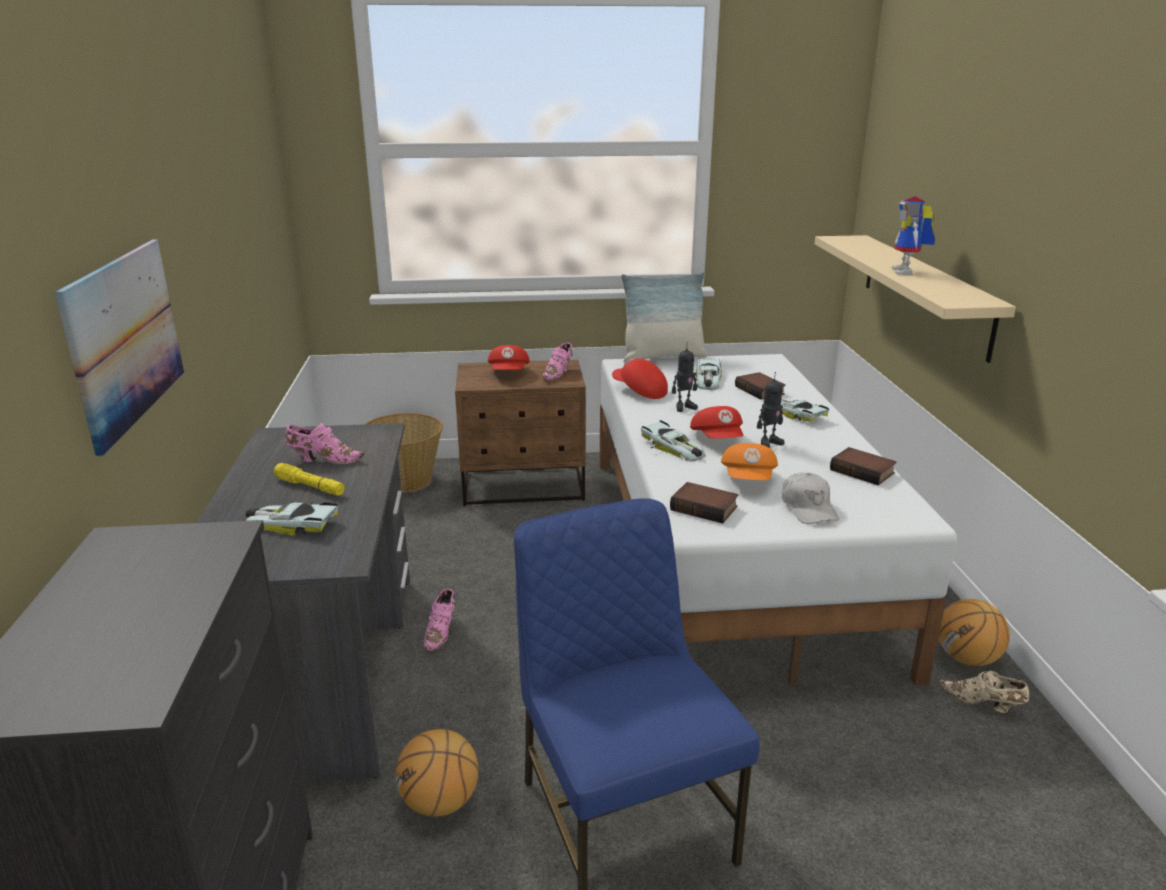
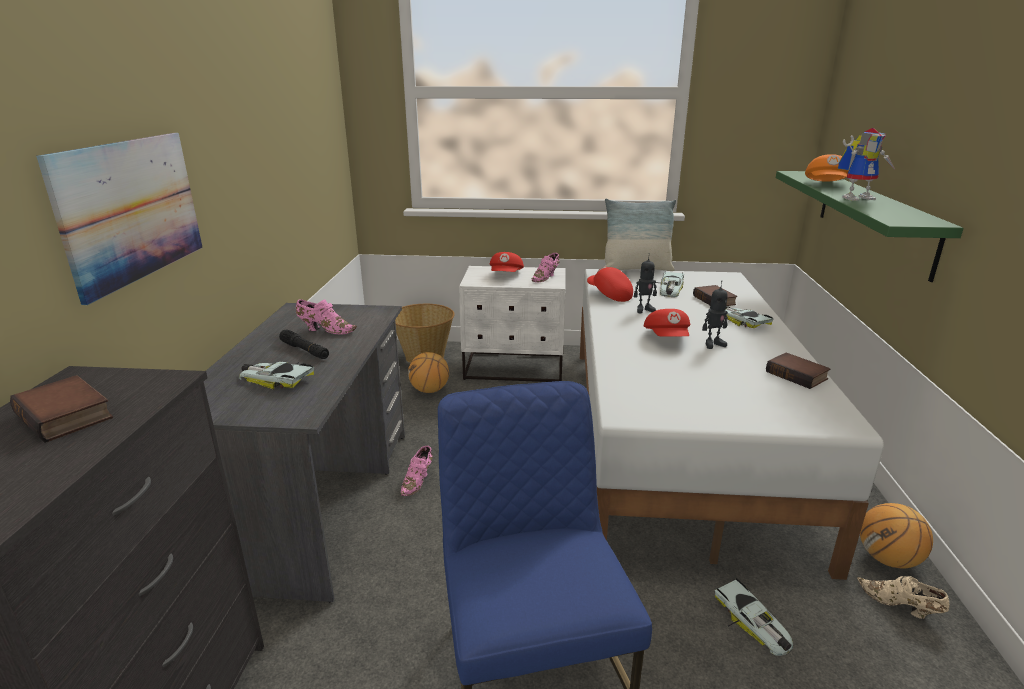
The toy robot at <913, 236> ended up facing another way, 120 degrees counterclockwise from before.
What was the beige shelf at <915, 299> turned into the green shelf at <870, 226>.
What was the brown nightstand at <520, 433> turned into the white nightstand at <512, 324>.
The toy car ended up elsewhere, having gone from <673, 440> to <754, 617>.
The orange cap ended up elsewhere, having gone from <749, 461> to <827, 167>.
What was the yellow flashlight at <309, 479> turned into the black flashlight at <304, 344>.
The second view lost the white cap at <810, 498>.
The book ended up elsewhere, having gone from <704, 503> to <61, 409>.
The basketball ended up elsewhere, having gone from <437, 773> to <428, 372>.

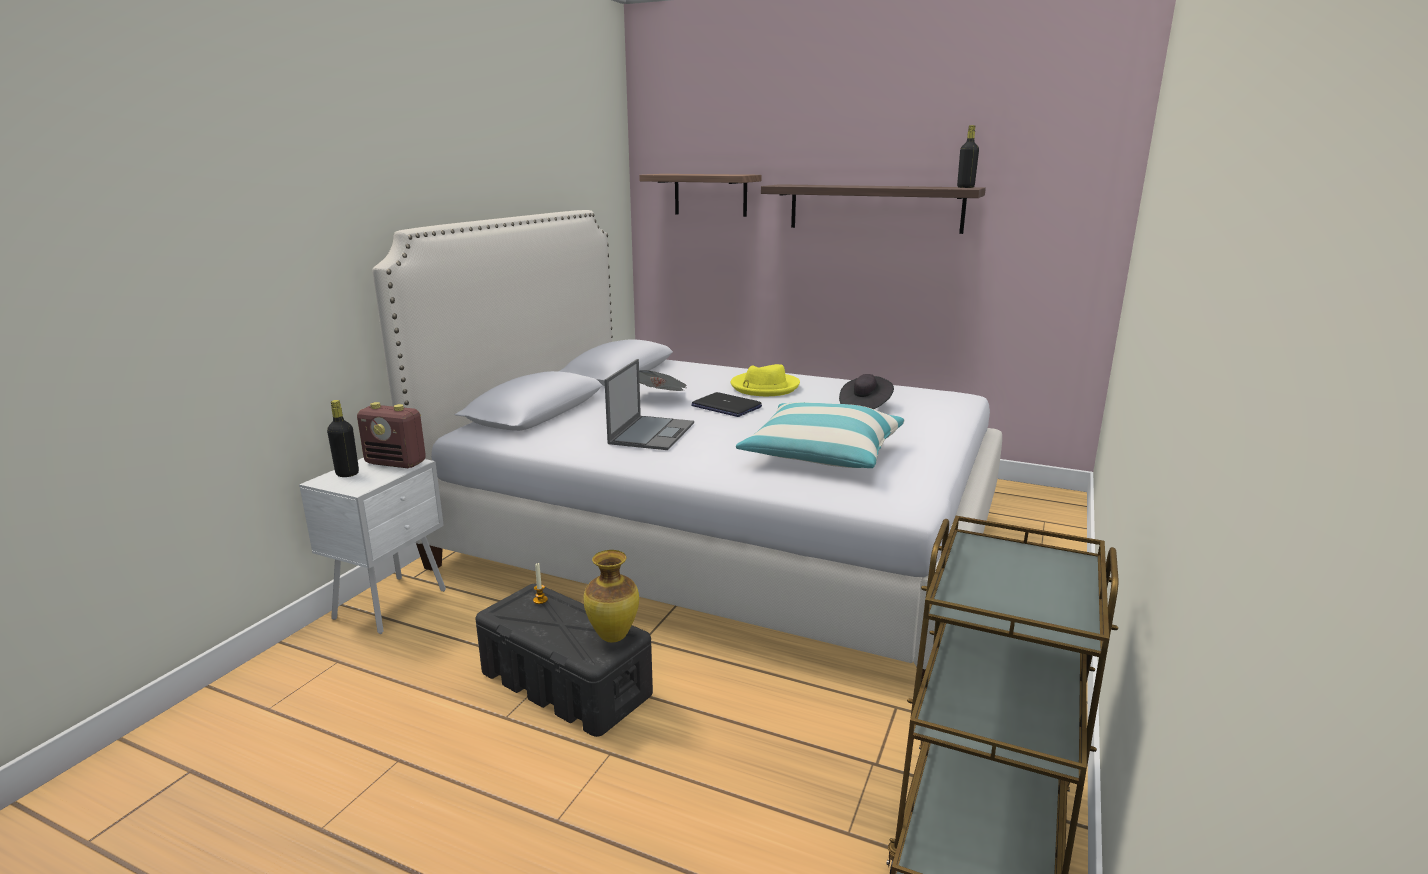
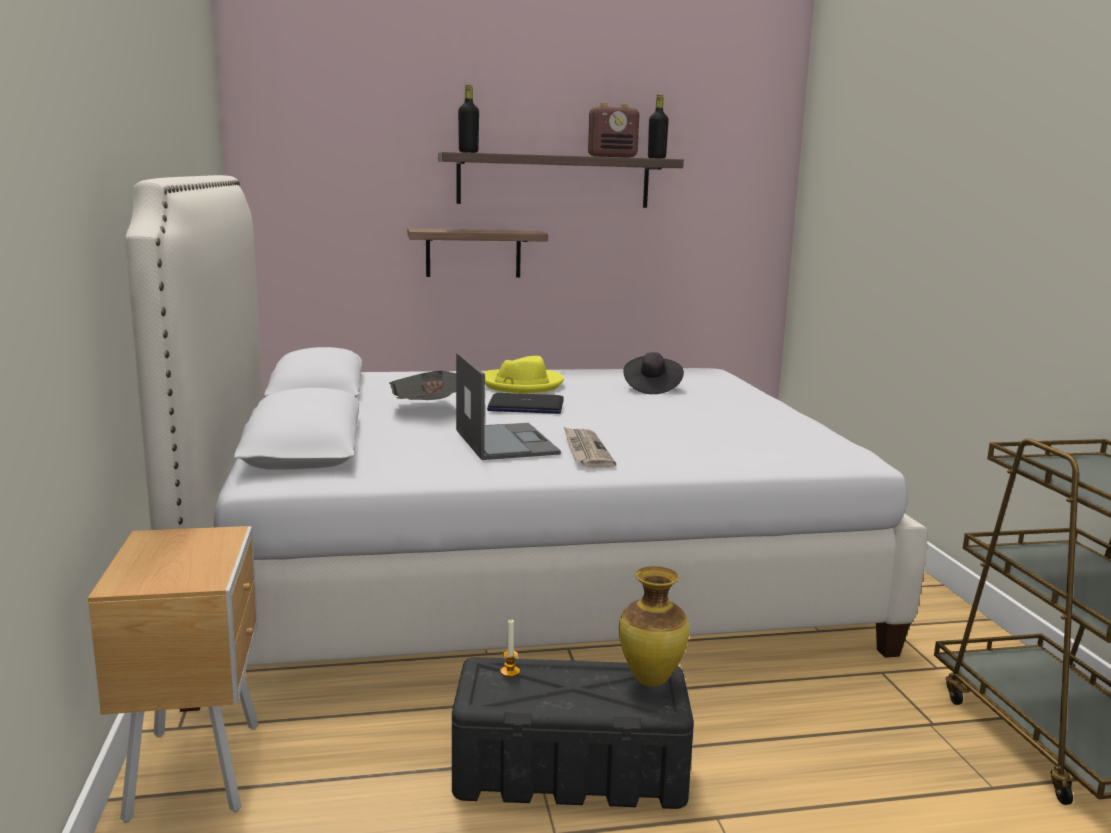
The shelf ended up elsewhere, having gone from <700, 195> to <477, 252>.
The black bottle ended up elsewhere, having gone from <343, 438> to <468, 119>.
The radio ended up elsewhere, having gone from <391, 435> to <614, 130>.
The second view lost the pillow at <820, 435>.
What was the white nightstand at <372, 546> turned into the brown nightstand at <173, 674>.
The second view gained the newspaper at <590, 447>.

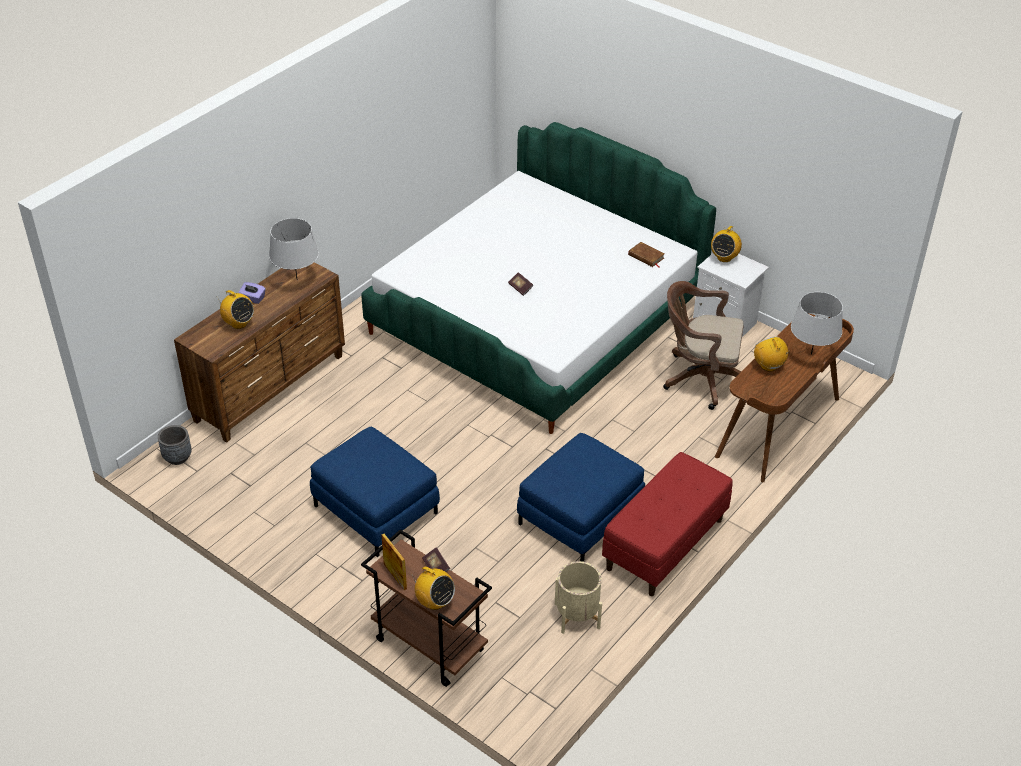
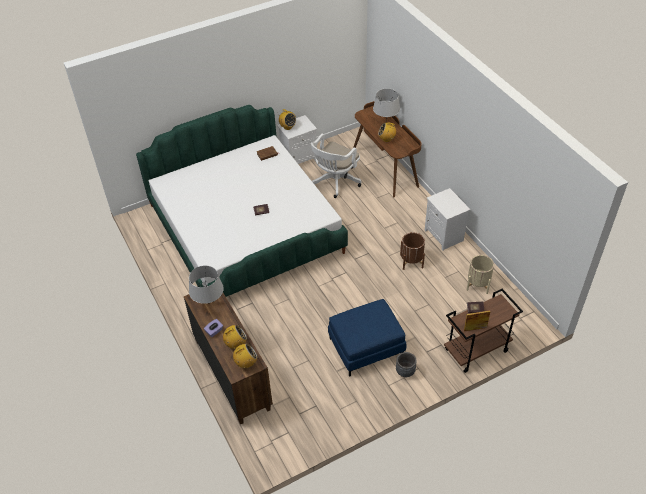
What was the brown office chair at <703, 345> turned into the white office chair at <336, 166>.
The grey planter ended up elsewhere, having gone from <175, 445> to <406, 364>.
Where the blue ottoman stood at <581, 497>, the brown planter came to stand at <412, 251>.
Where the red bench stood at <667, 524>, the white nightstand came to stand at <448, 219>.
The radio ended up elsewhere, having gone from <433, 588> to <245, 356>.

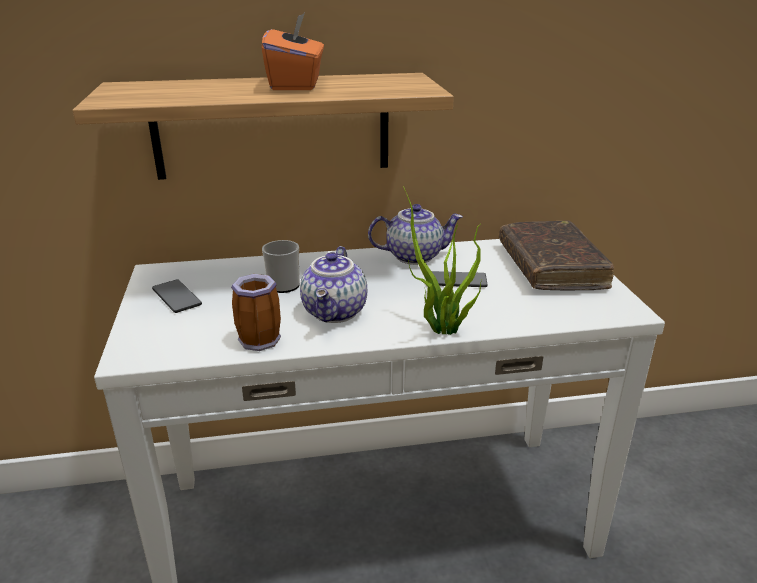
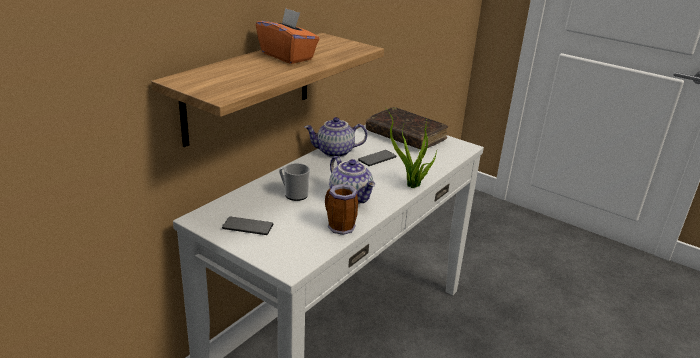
The teapot at <415, 234> ended up facing another way, 135 degrees counterclockwise from before.

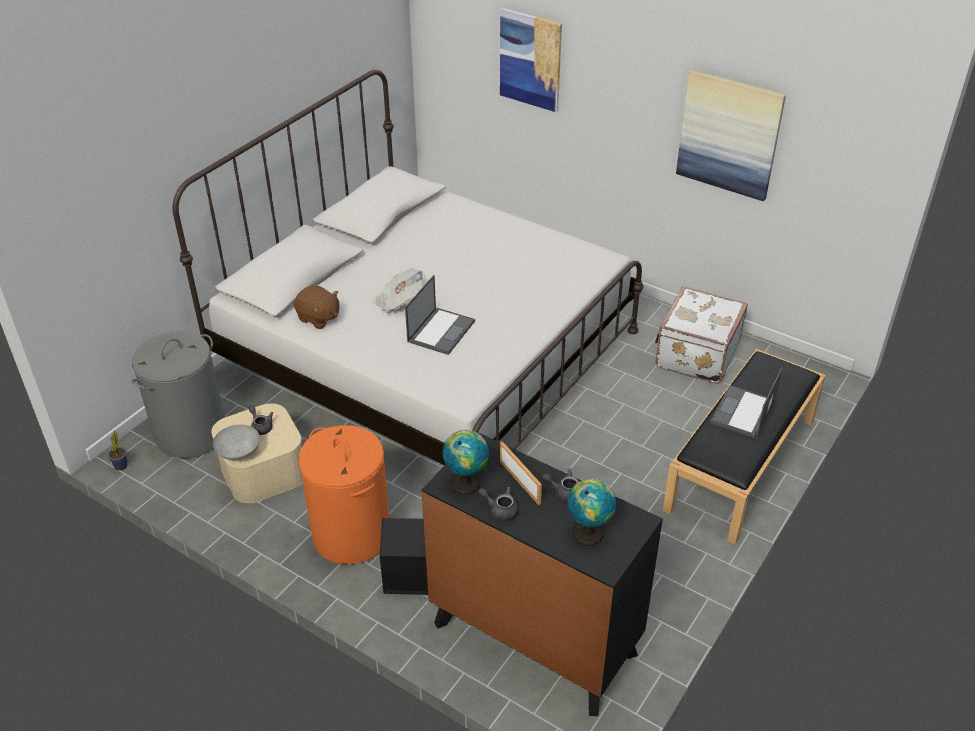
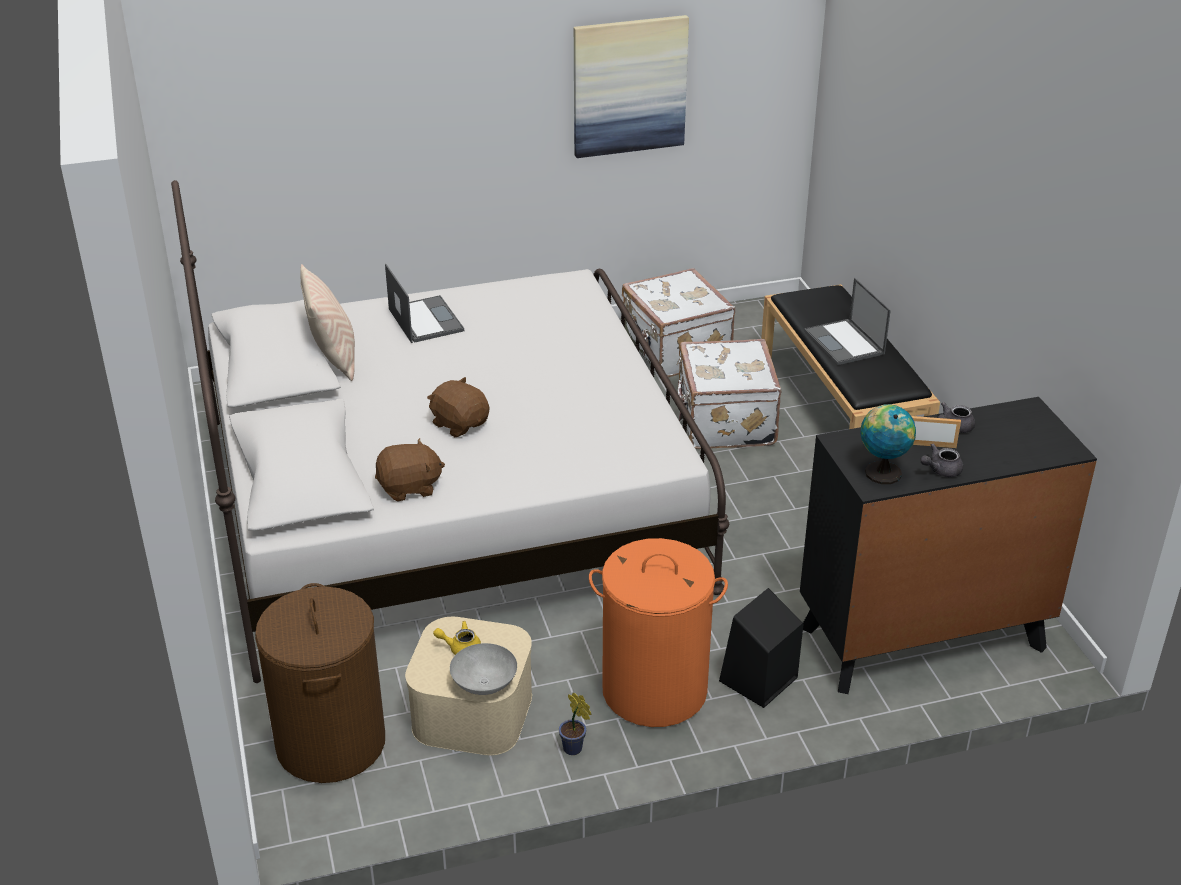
The second view lost the picture at <531, 60>.
Where the newspaper stood at <399, 290>, the brown plush toy came to stand at <458, 407>.
The laptop ended up elsewhere, having gone from <440, 315> to <424, 303>.
What was the grey laundry basket at <178, 394> turned into the brown laundry basket at <320, 683>.
What was the grey teapot at <261, 420> turned into the yellow teapot at <457, 638>.
The potted plant ended up elsewhere, having gone from <117, 450> to <575, 723>.
The second view lost the globe at <591, 512>.
The second view gained the beige pillow at <327, 322>.
The second view gained the white suitcase at <729, 394>.

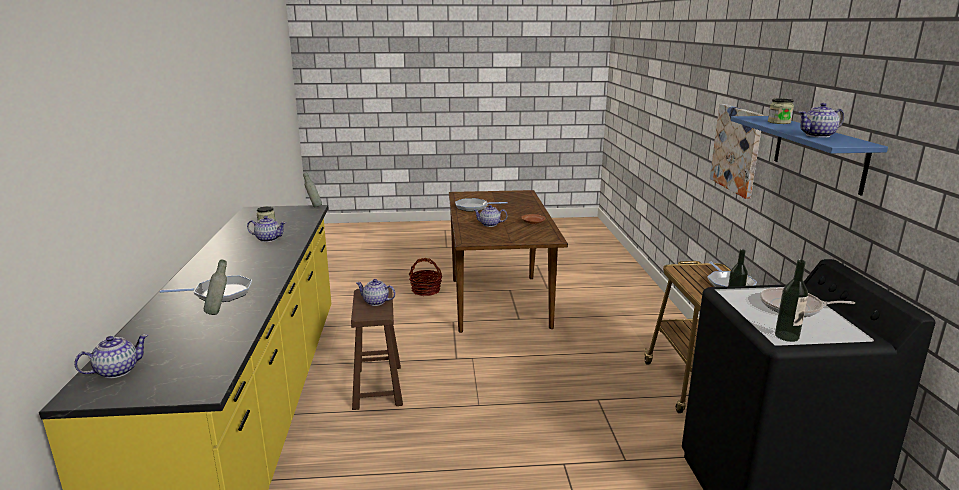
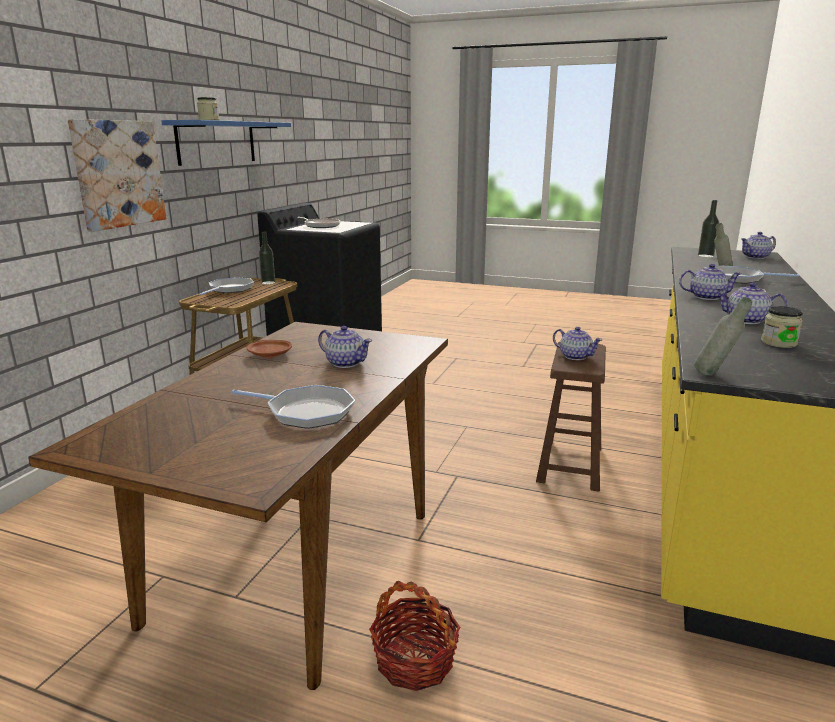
The teapot ended up elsewhere, having gone from <821, 120> to <710, 282>.
The bottle ended up elsewhere, having gone from <791, 301> to <708, 229>.

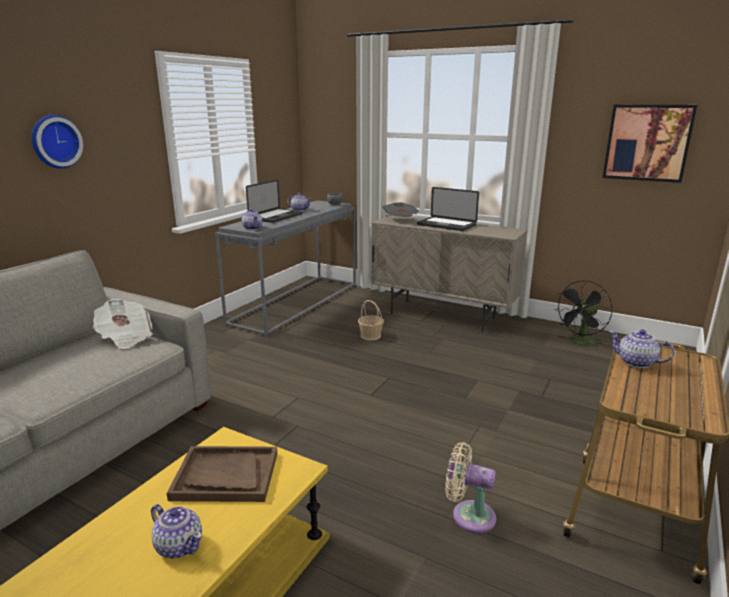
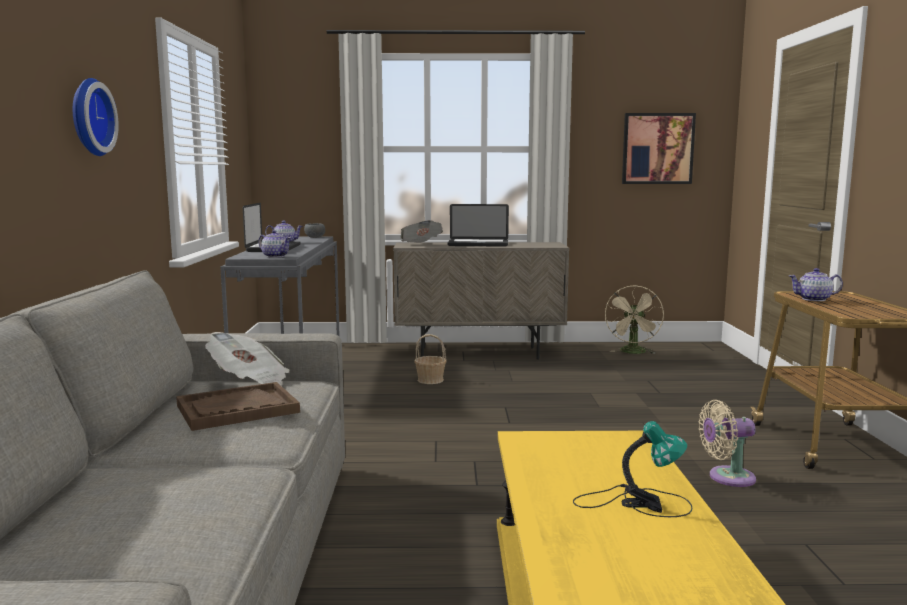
What was the black fan at <583, 314> turned into the beige fan at <634, 320>.
The brown tray ended up elsewhere, having gone from <221, 474> to <238, 406>.
Where the teapot stood at <176, 531>, the table lamp came to stand at <632, 469>.

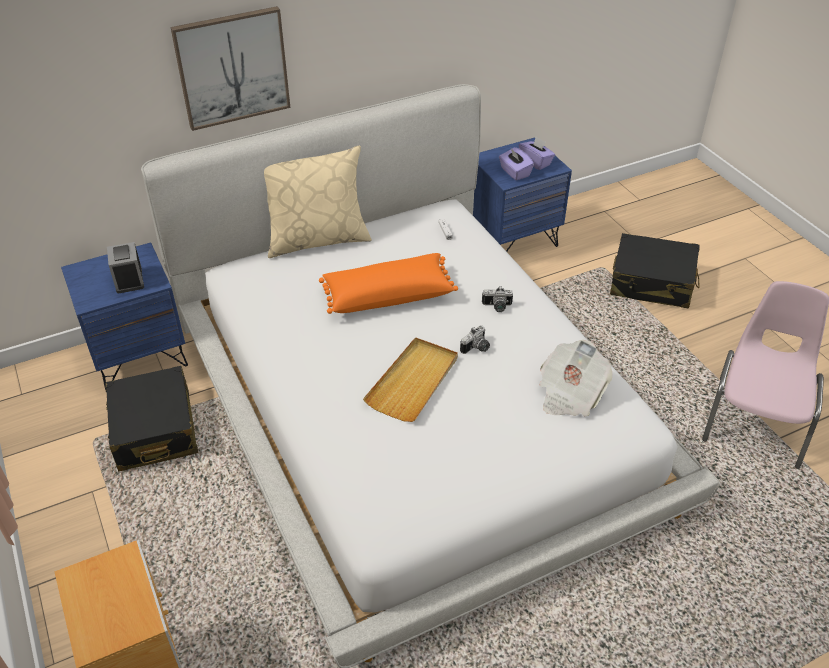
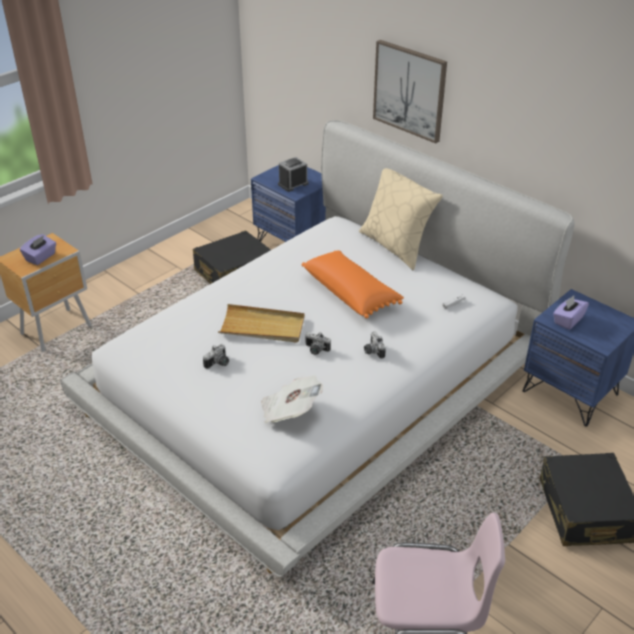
The purple tissue box ended up elsewhere, having gone from <537, 153> to <38, 249>.
The second view gained the photo camera at <216, 356>.

